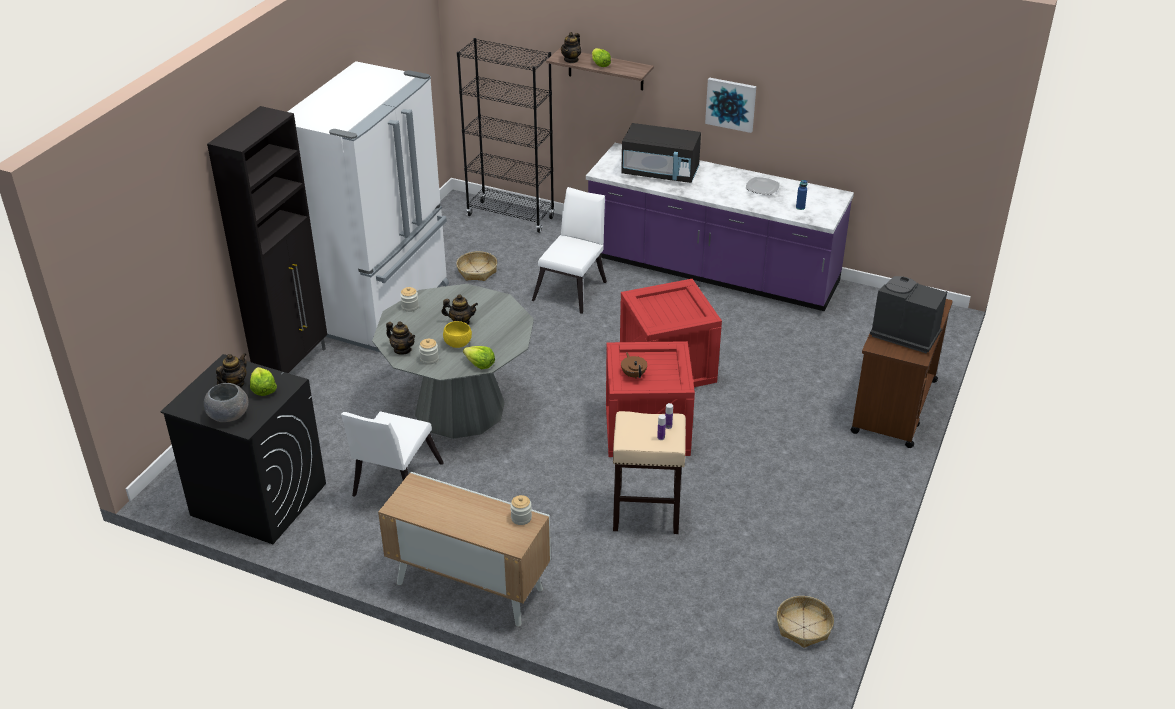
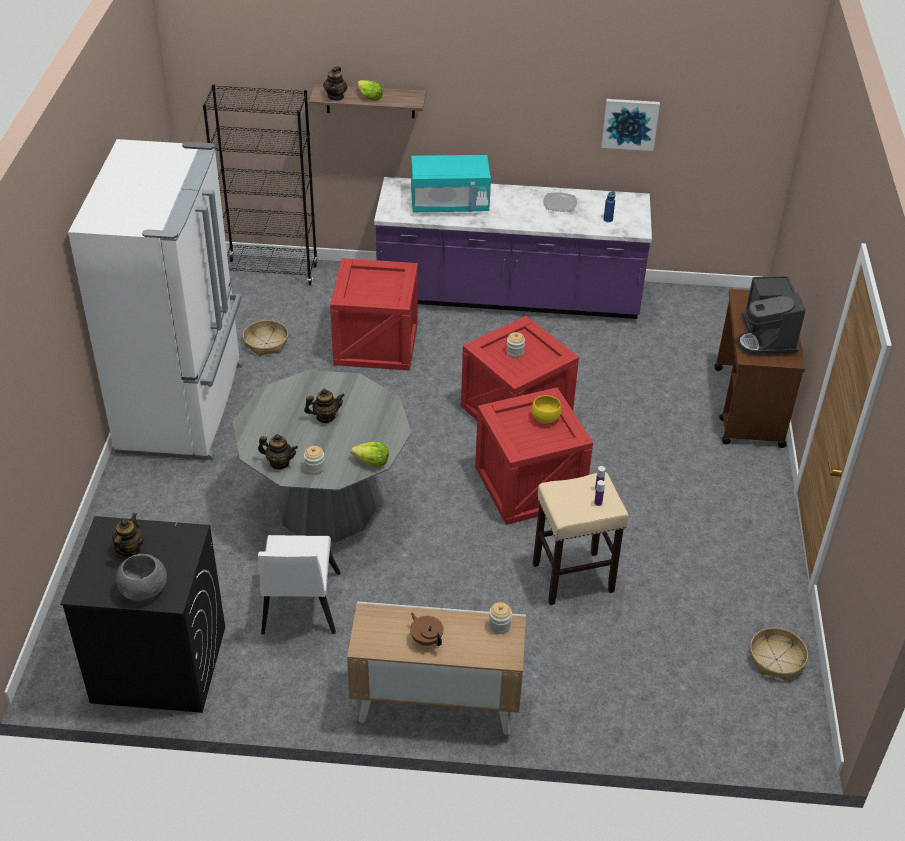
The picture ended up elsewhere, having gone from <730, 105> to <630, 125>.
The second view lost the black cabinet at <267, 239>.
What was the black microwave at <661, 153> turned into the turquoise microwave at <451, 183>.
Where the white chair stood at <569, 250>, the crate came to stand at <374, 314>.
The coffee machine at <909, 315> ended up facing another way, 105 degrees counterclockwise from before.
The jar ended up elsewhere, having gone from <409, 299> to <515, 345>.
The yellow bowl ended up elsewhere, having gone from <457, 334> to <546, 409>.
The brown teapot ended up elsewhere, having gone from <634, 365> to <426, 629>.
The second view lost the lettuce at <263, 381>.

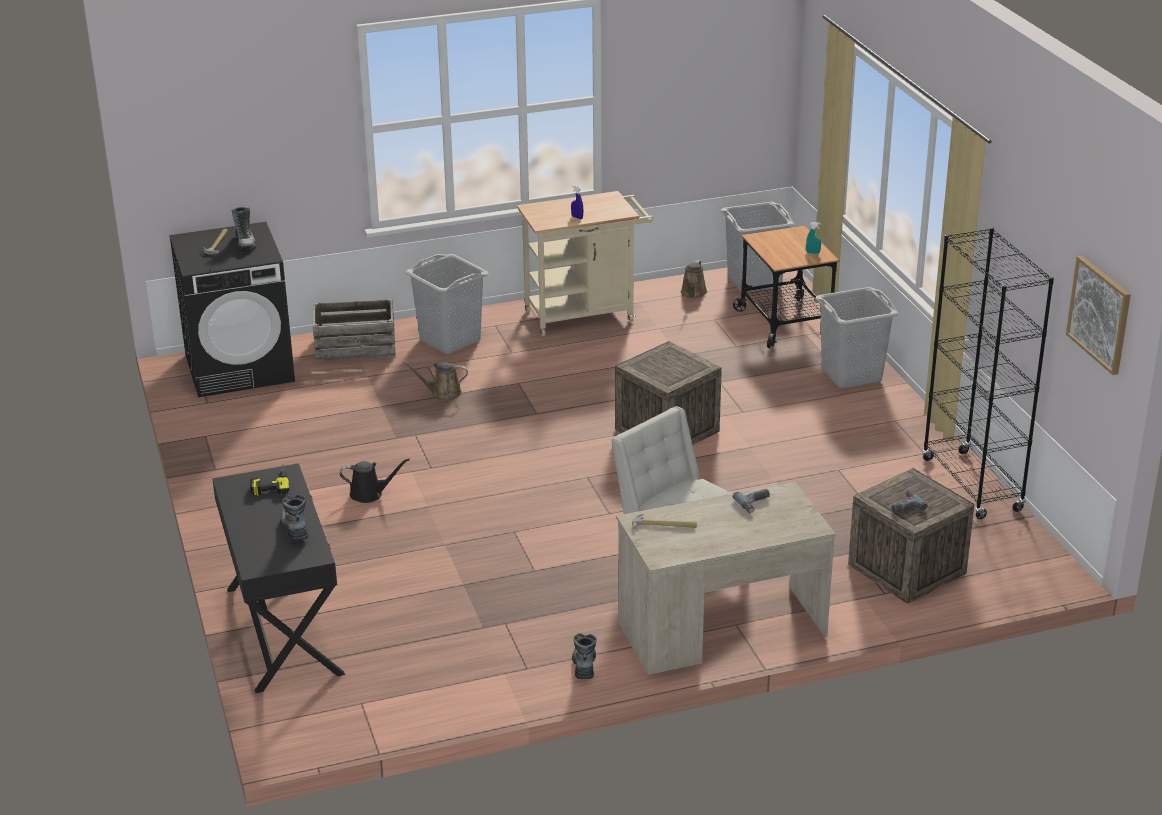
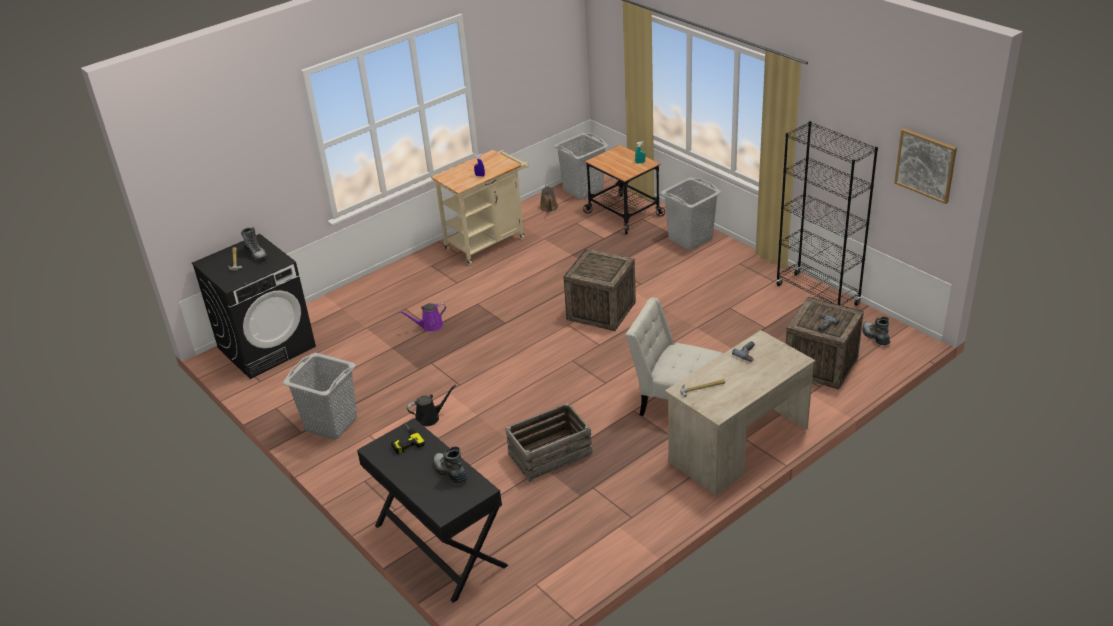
The grey laundry basket ended up elsewhere, having gone from <447, 304> to <320, 396>.
The crate ended up elsewhere, having gone from <354, 331> to <548, 442>.
What was the brown watering can at <435, 381> turned into the purple watering can at <422, 317>.
The boot ended up elsewhere, having gone from <584, 656> to <876, 331>.

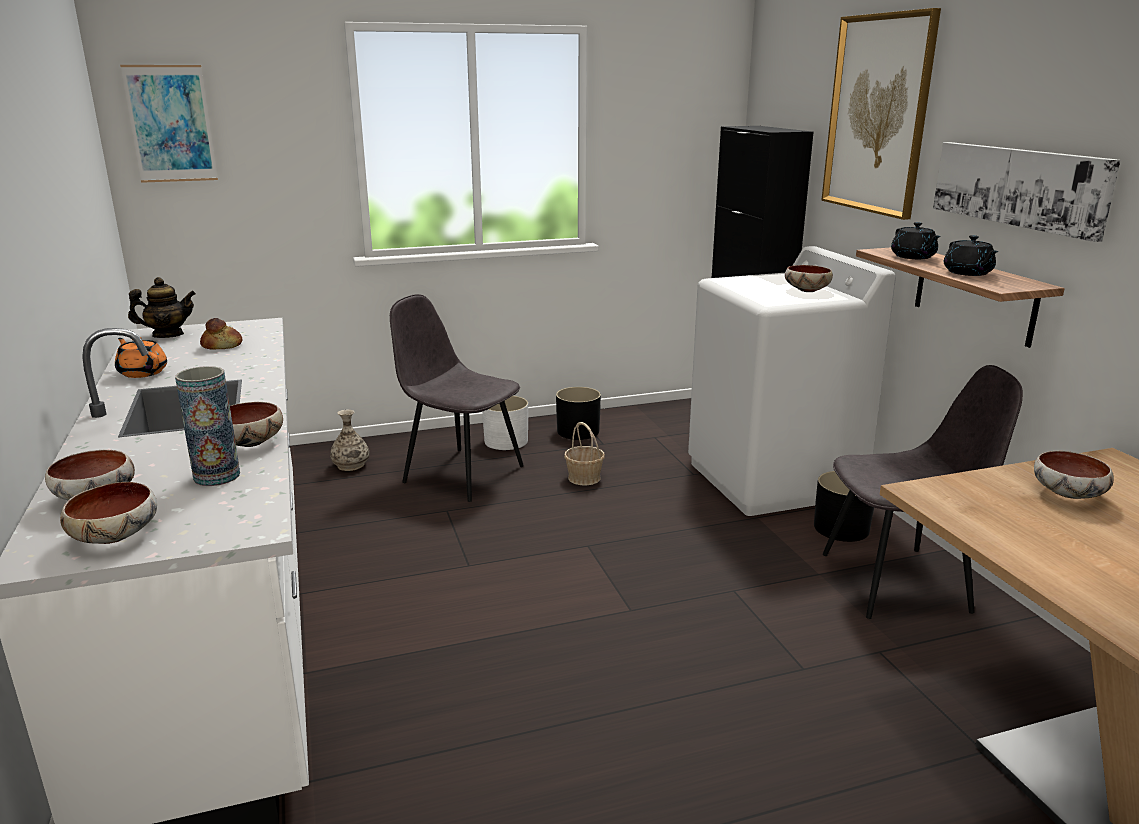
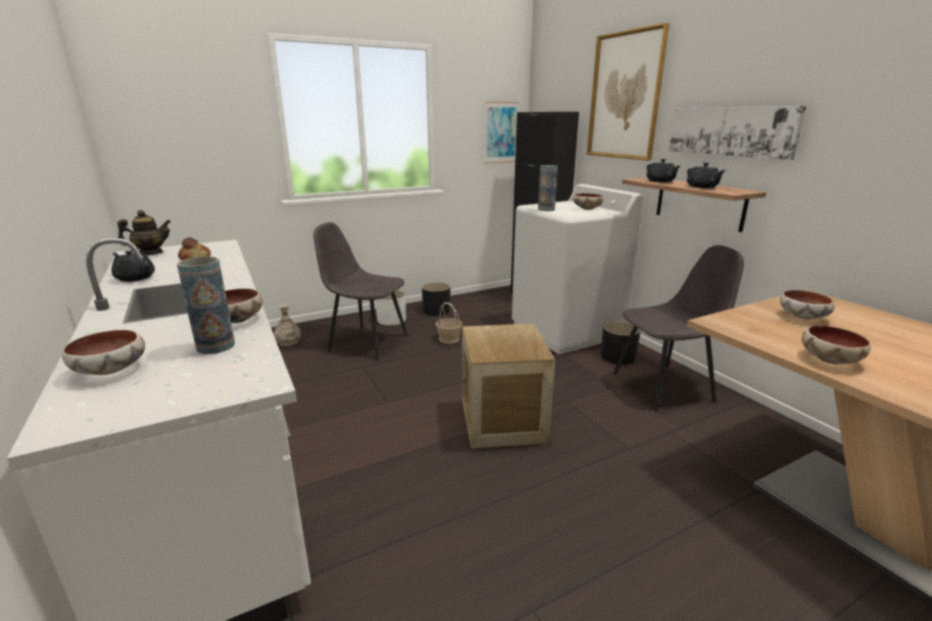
The picture ended up elsewhere, having gone from <169, 124> to <501, 133>.
What was the orange teapot at <141, 357> turned into the black teapot at <133, 266>.
The bowl ended up elsewhere, having gone from <108, 513> to <836, 345>.
The second view gained the vase at <548, 188>.
The second view gained the crate at <508, 386>.

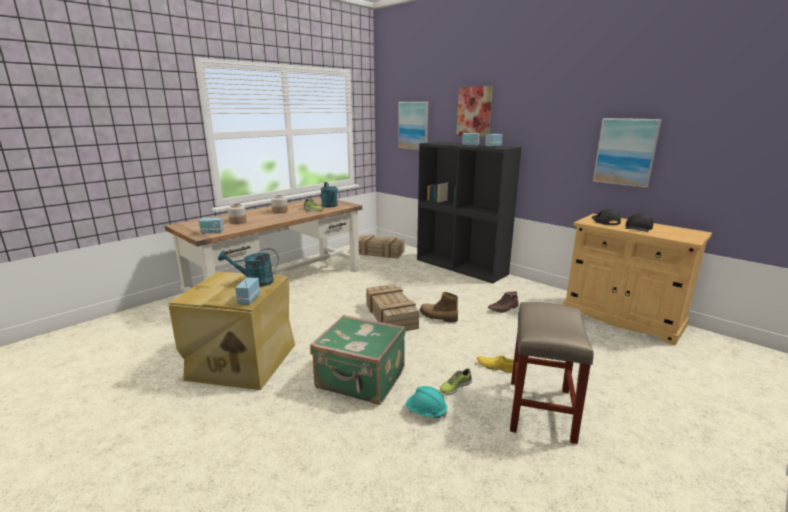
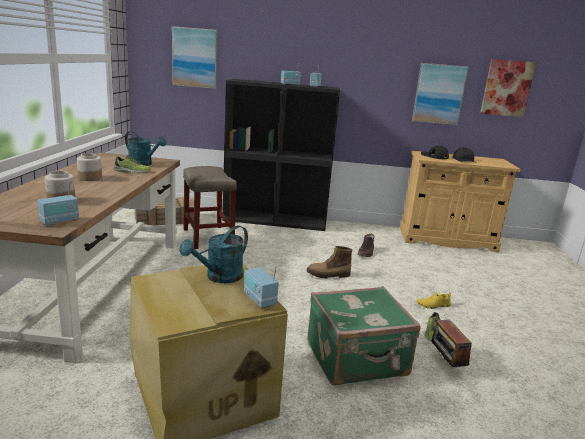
The picture ended up elsewhere, having gone from <474, 111> to <508, 88>.
The second view lost the crate at <392, 307>.
The beige stool ended up elsewhere, having gone from <552, 373> to <210, 207>.
Where the turquoise hard hat stood at <426, 402>, the radio came to stand at <452, 342>.

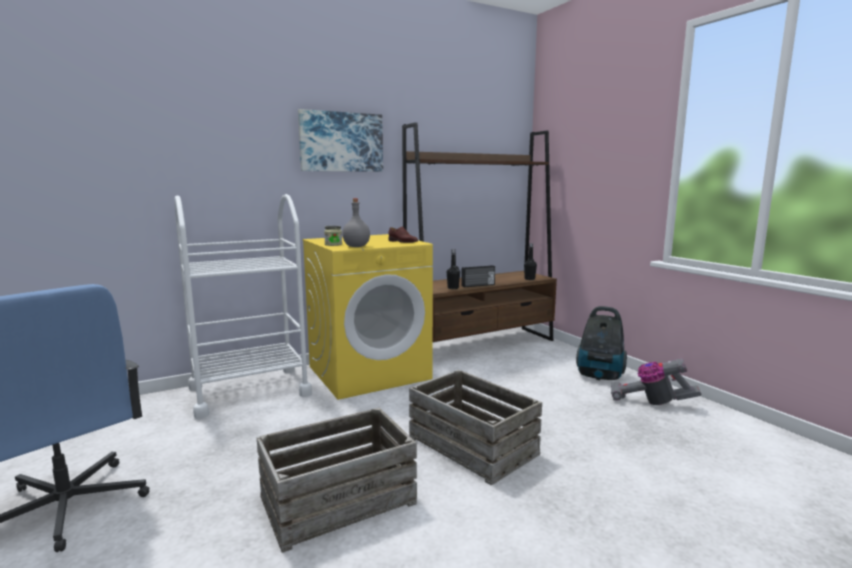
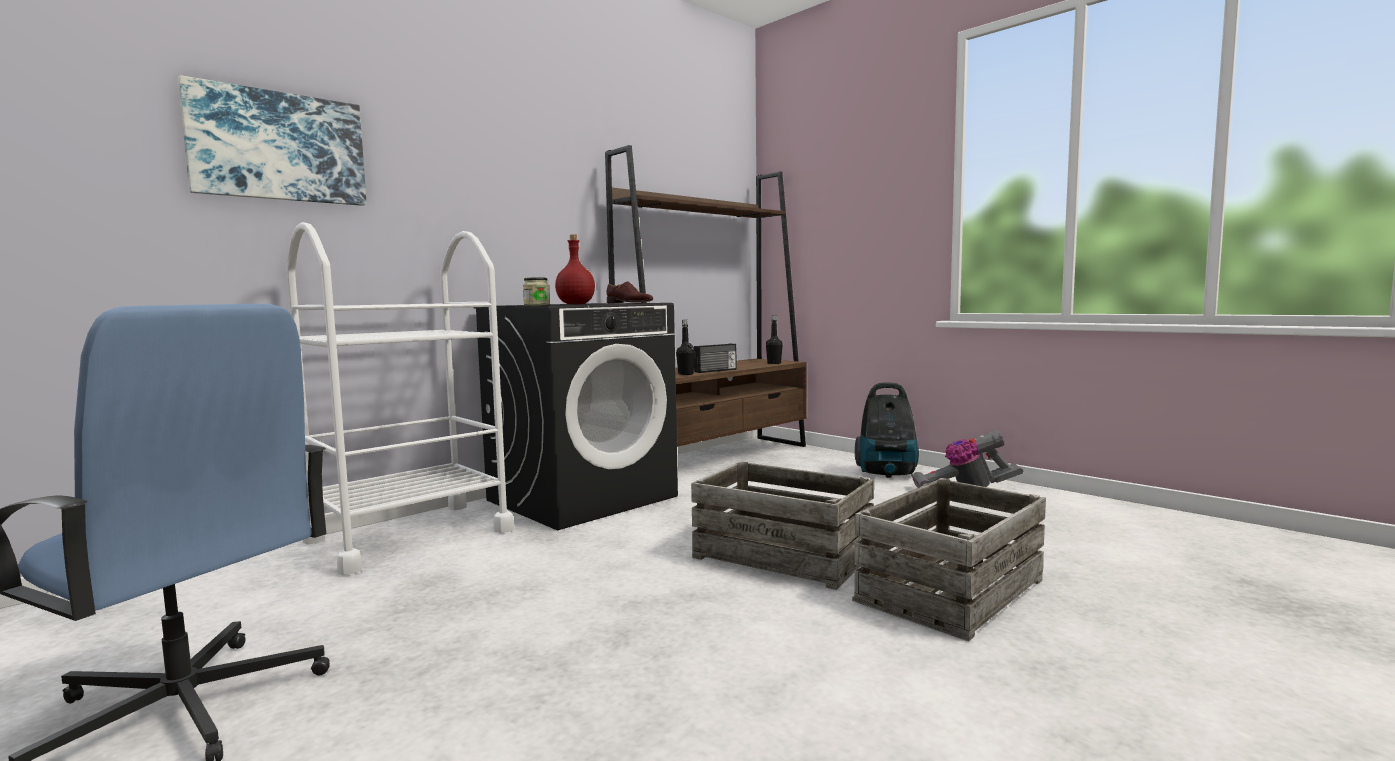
The picture ended up elsewhere, having gone from <340, 140> to <272, 140>.
What was the grey bottle at <356, 222> turned into the red bottle at <575, 269>.
What was the yellow washing machine at <367, 317> turned into the black washing machine at <576, 416>.
The crate ended up elsewhere, having gone from <337, 480> to <949, 559>.

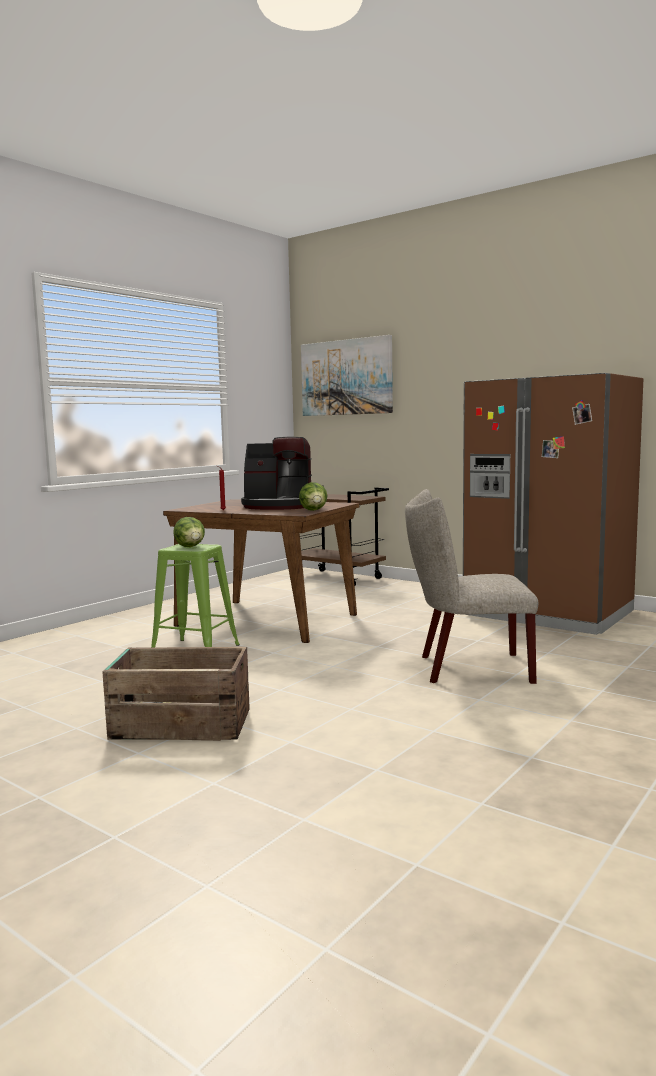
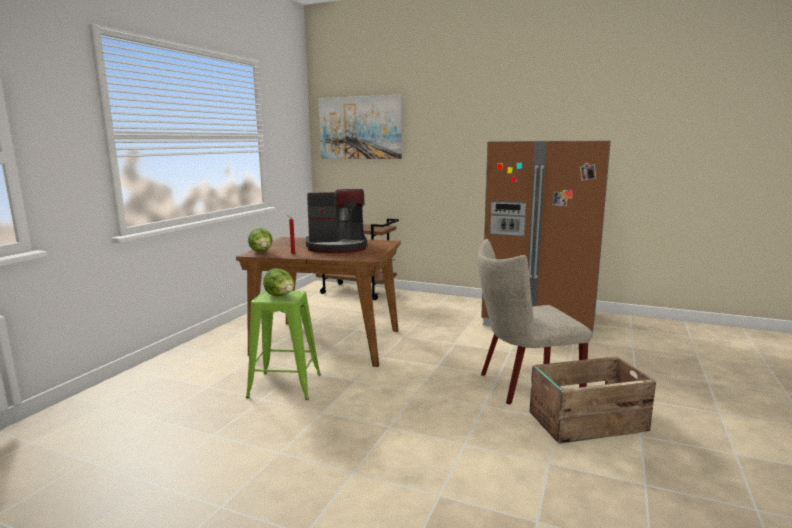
The lettuce ended up elsewhere, having gone from <313, 496> to <260, 240>.
The crate ended up elsewhere, having gone from <176, 694> to <592, 400>.

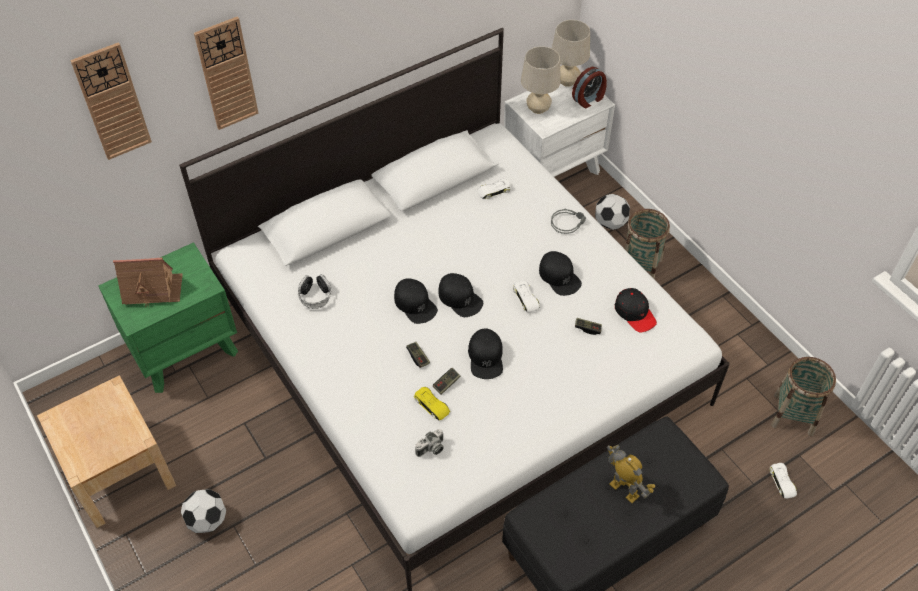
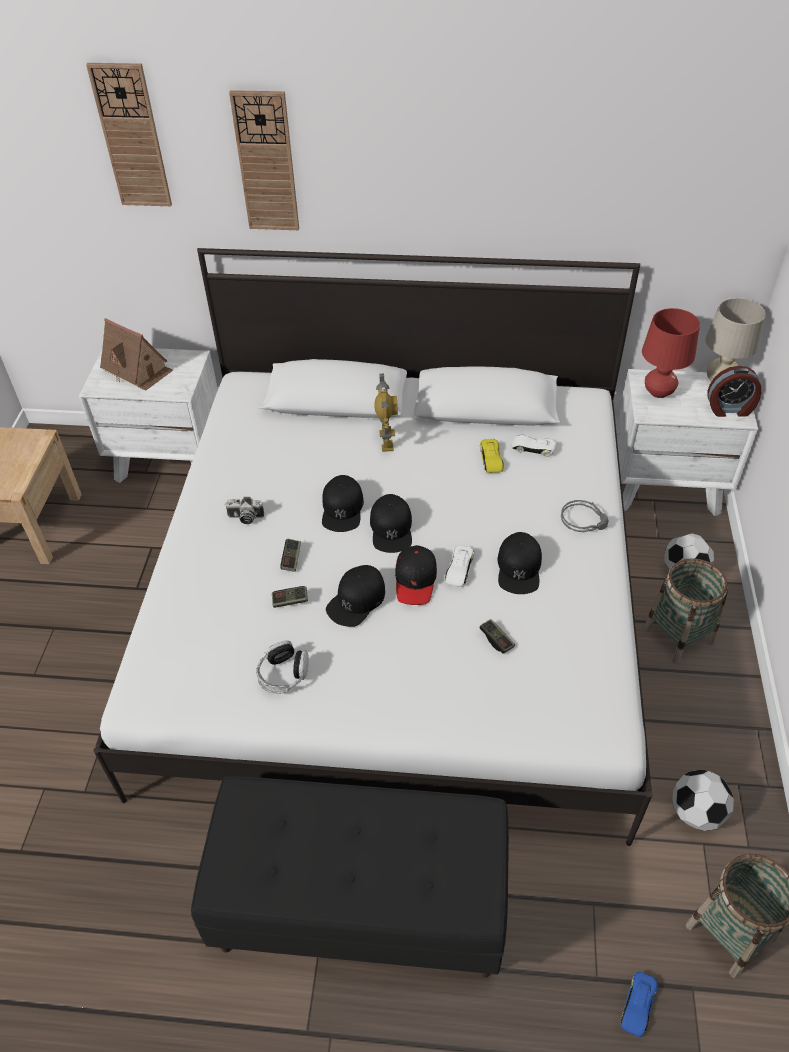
What was the beige table lamp at <541, 80> turned into the red table lamp at <671, 353>.
What was the green nightstand at <168, 317> turned into the white nightstand at <148, 415>.
The headphones ended up elsewhere, having gone from <315, 291> to <282, 667>.
The black cap ended up elsewhere, having gone from <636, 310> to <416, 575>.
The yellow toy car ended up elsewhere, having gone from <432, 403> to <492, 456>.
The photo camera ended up elsewhere, having gone from <429, 443> to <244, 510>.
The toy robot ended up elsewhere, having gone from <631, 474> to <386, 412>.
What was the white toy car at <783, 481> turned into the blue toy car at <639, 1004>.
The football ended up elsewhere, having gone from <203, 511> to <703, 800>.

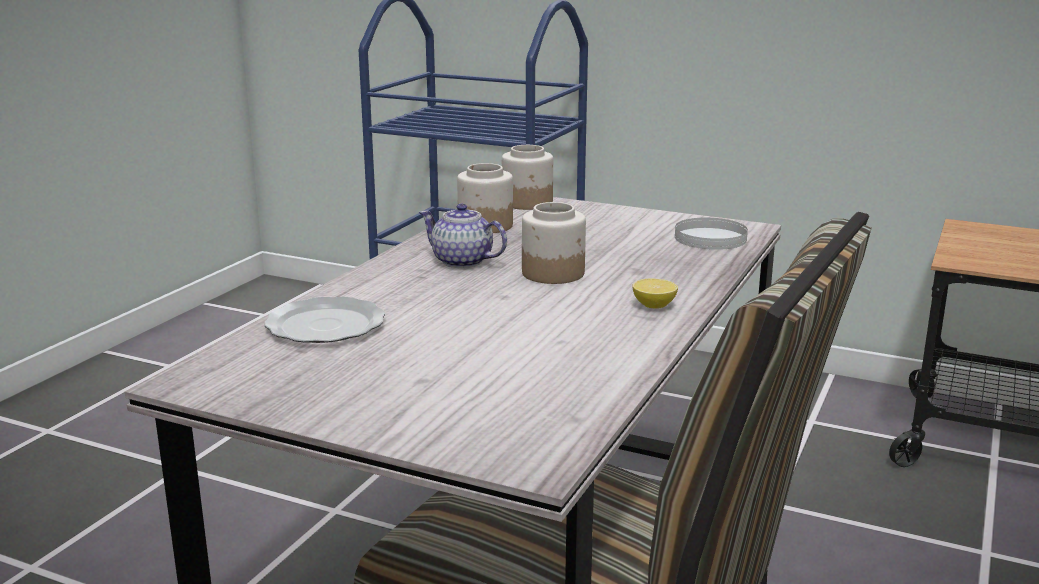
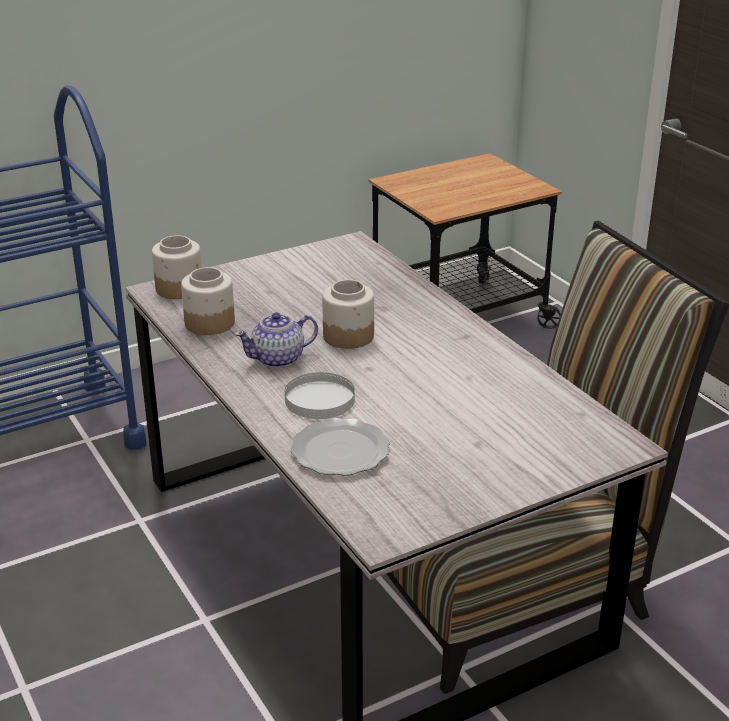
The white plate ended up elsewhere, having gone from <711, 234> to <320, 395>.
The second view lost the lemon at <655, 293>.

